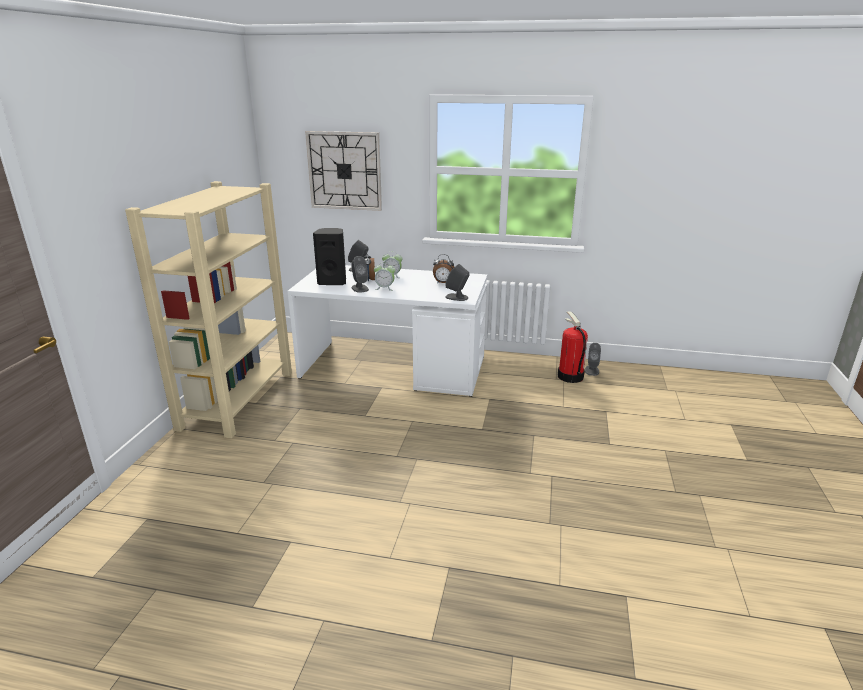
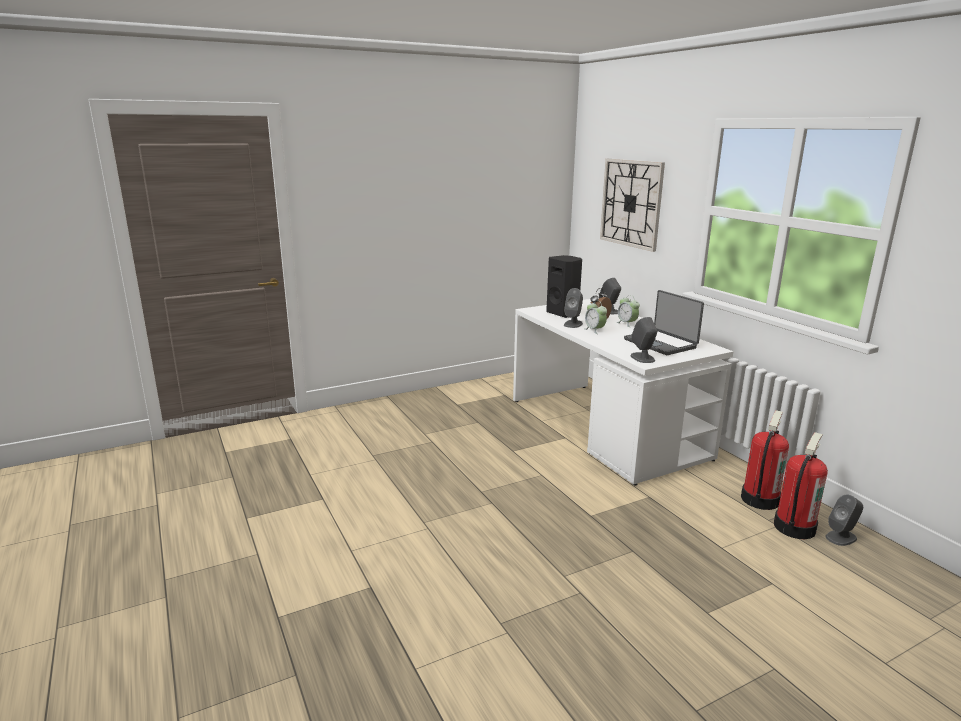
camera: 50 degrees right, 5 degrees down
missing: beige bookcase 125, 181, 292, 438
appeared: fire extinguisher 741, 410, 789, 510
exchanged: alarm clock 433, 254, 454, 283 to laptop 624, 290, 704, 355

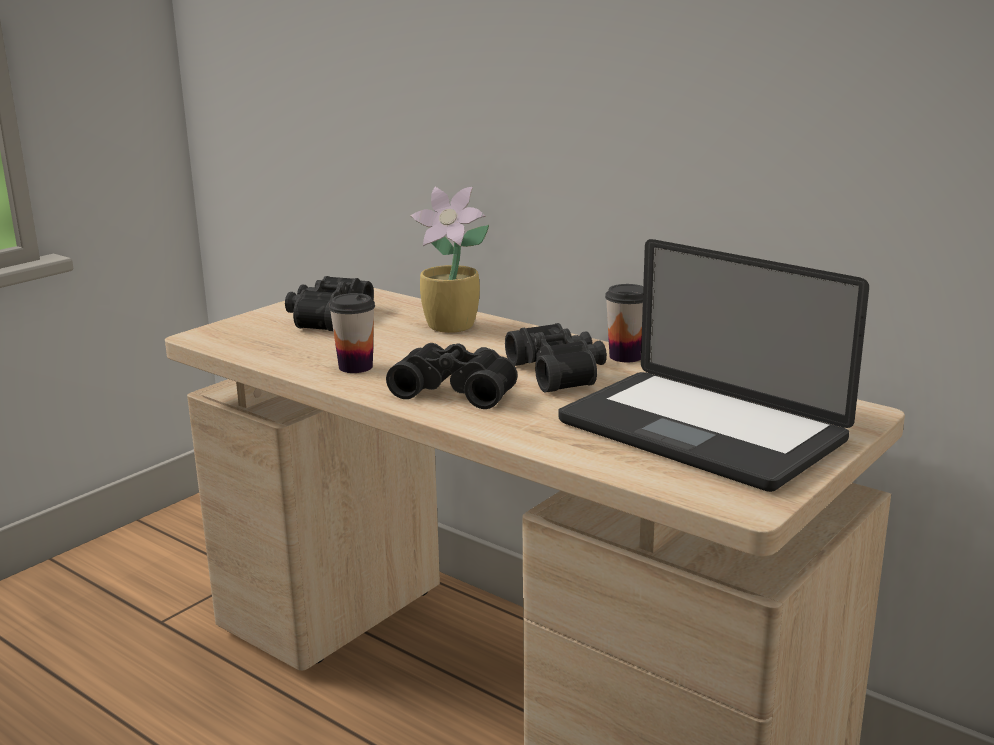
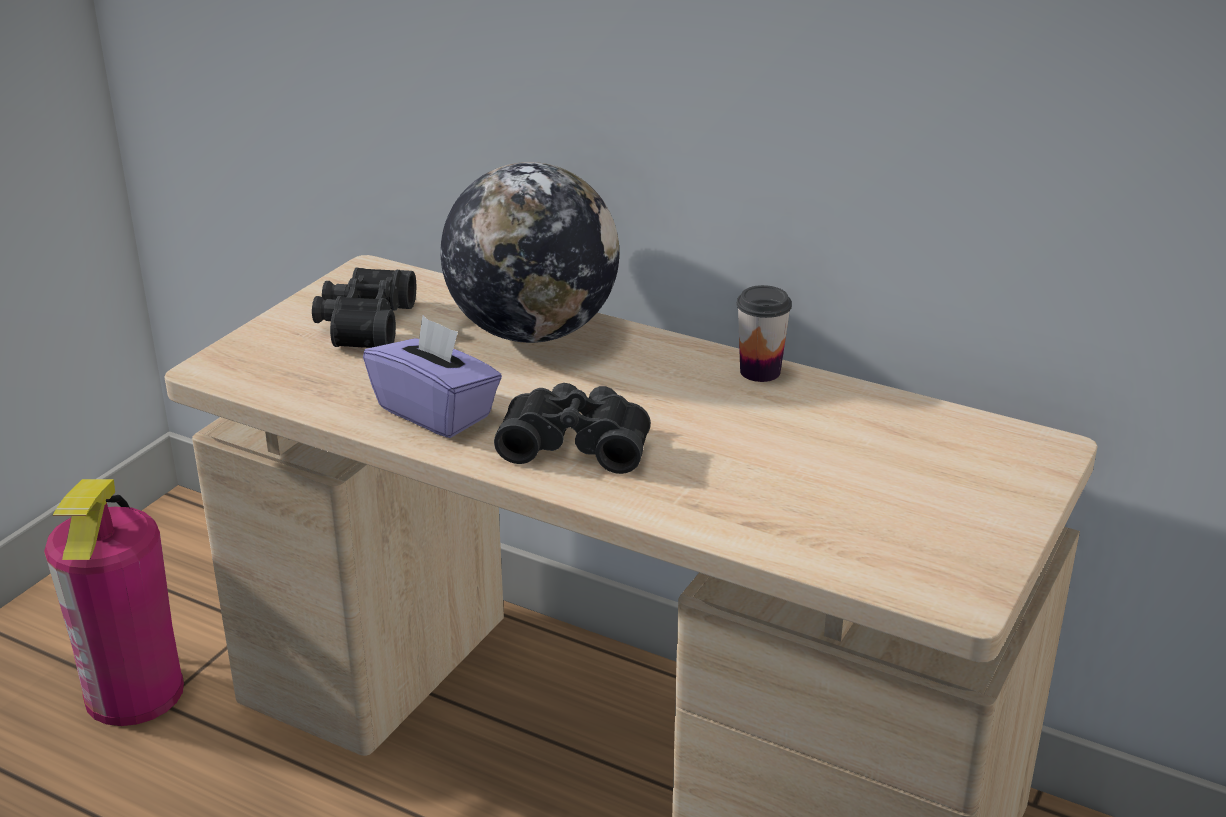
camera: 10 degrees left, 10 degrees up
missing: laptop 558, 239, 869, 492; black binoculars 505, 323, 607, 393
appeared: fire extinguisher 44, 479, 184, 726
exchanged: potted plant 411, 187, 489, 333 to globe 440, 162, 619, 343; cup 329, 293, 375, 373 to purple tissue box 363, 316, 502, 438

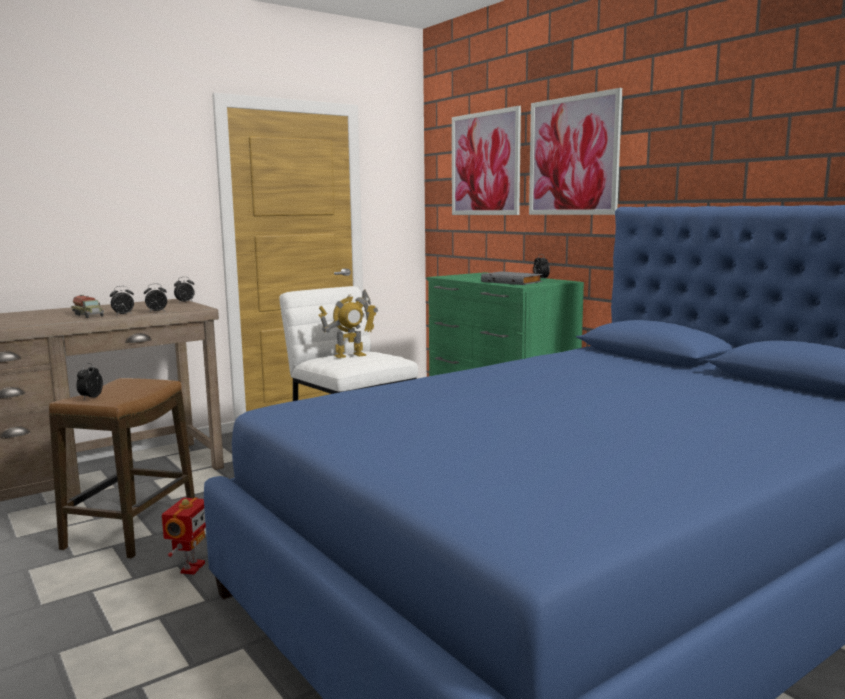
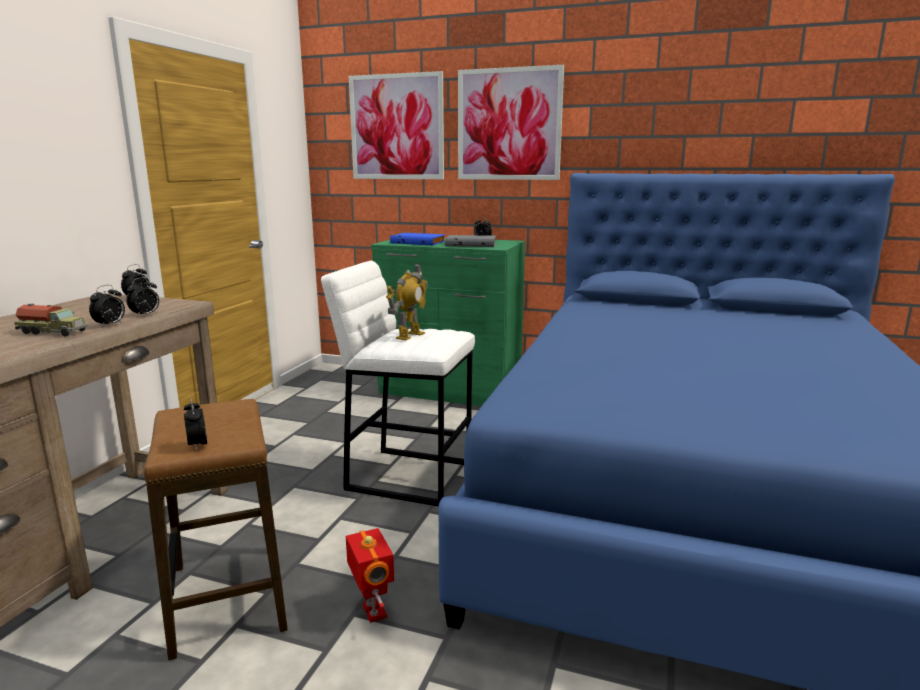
camera: 35 degrees left, 5 degrees up
appeared: blue book 390, 233, 446, 245

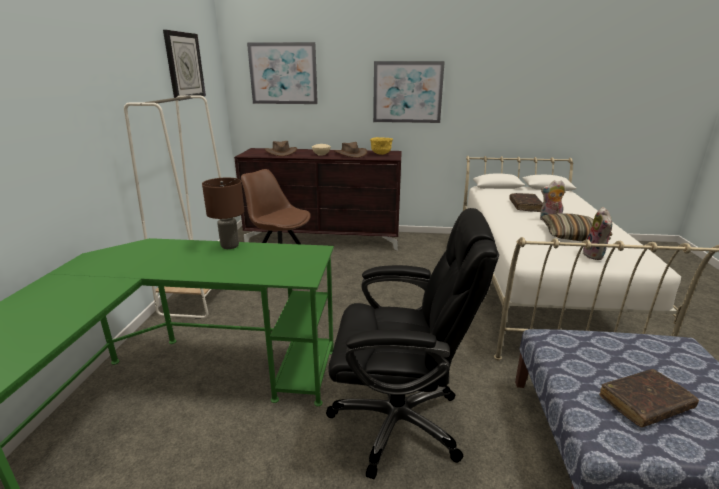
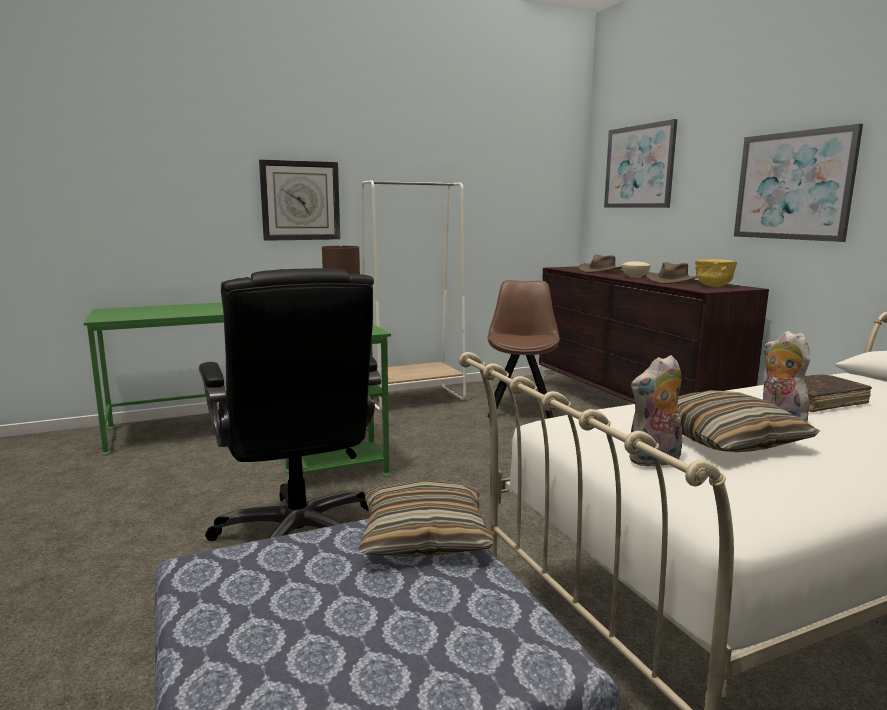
camera: 60 degrees right, 10 degrees down
missing: brown book 599, 369, 699, 427
appeared: pillow 359, 480, 495, 556
relocated: wall clock 163, 30, 206, 101 to 259, 159, 340, 241

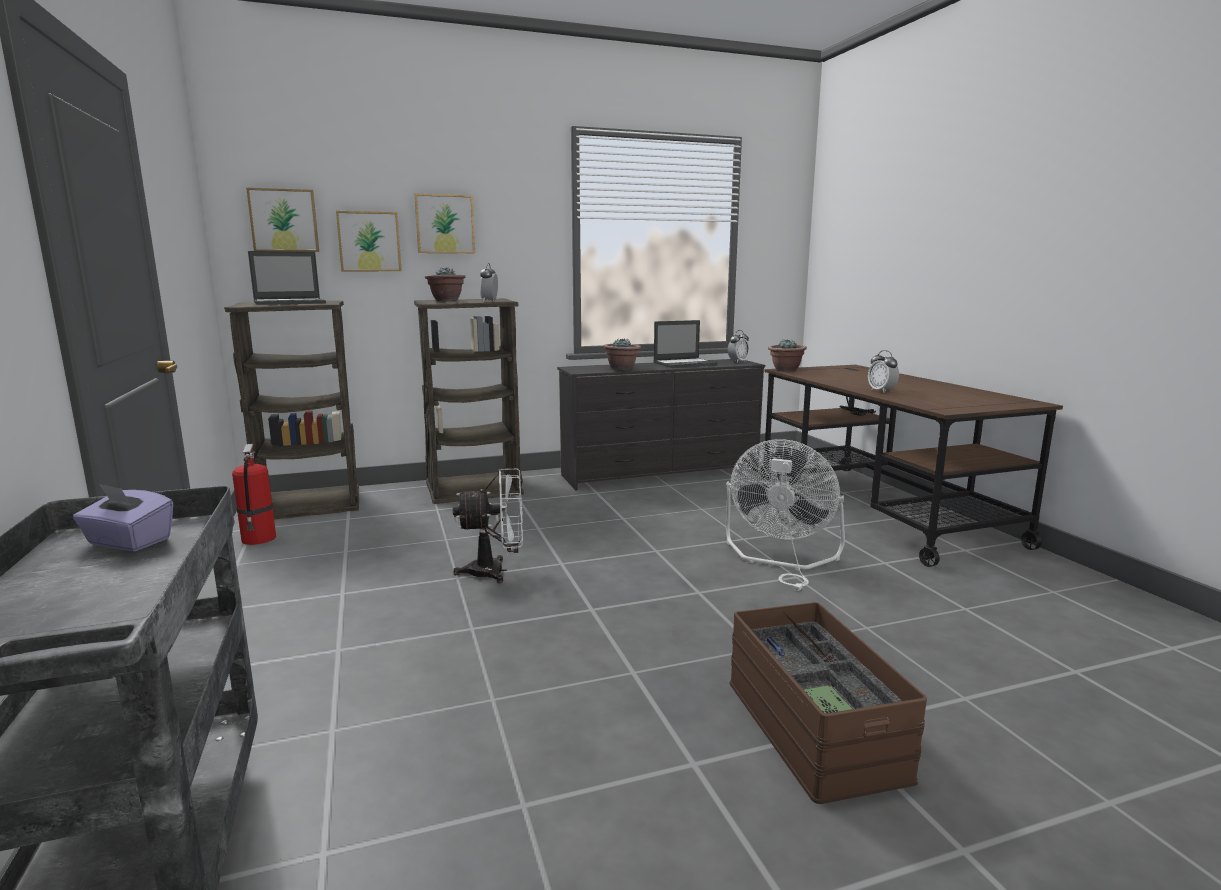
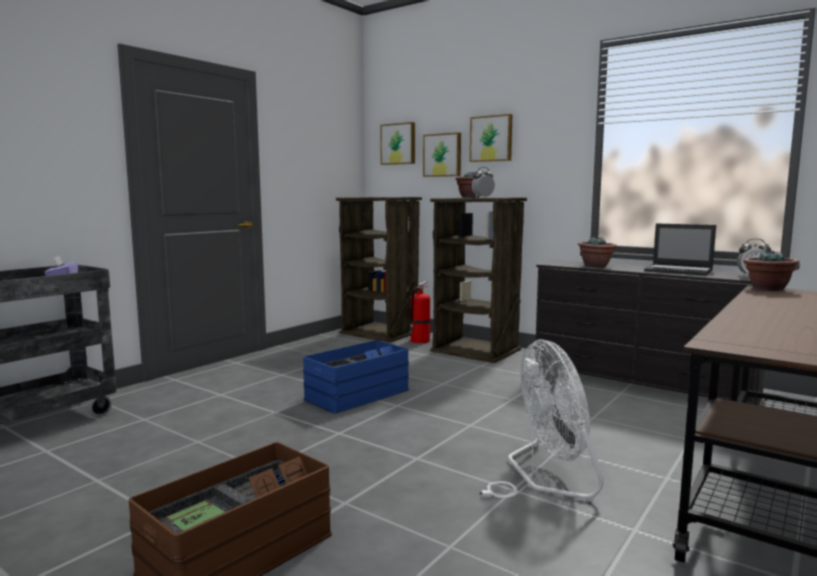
camera: 55 degrees right, 5 degrees down
missing: laptop 248, 251, 326, 305; alarm clock 868, 350, 899, 393
relocated: fire extinguisher 232, 444, 276, 545 to 409, 281, 430, 343
exchanged: white fan 453, 469, 523, 583 to blue storage box 303, 340, 409, 414

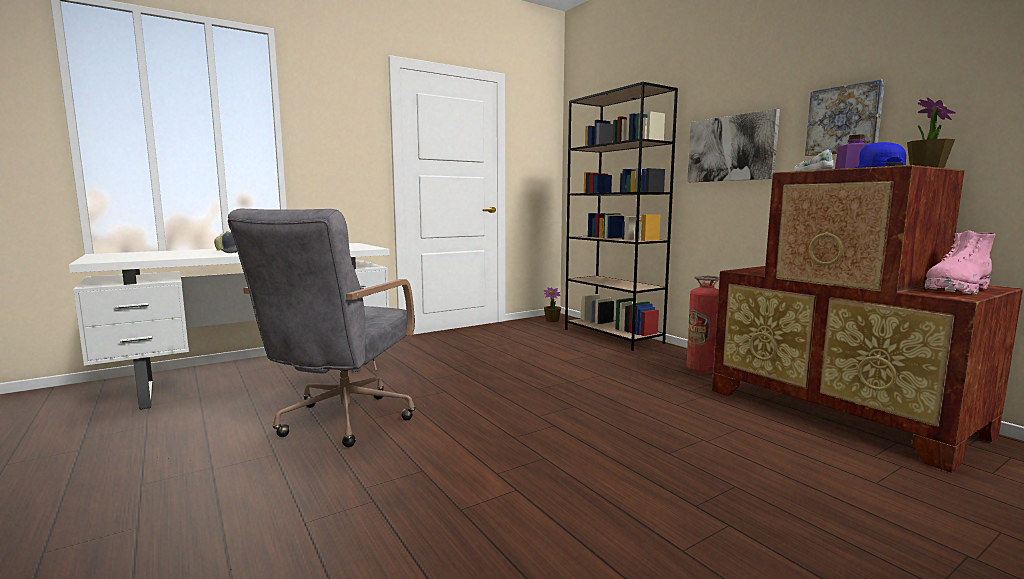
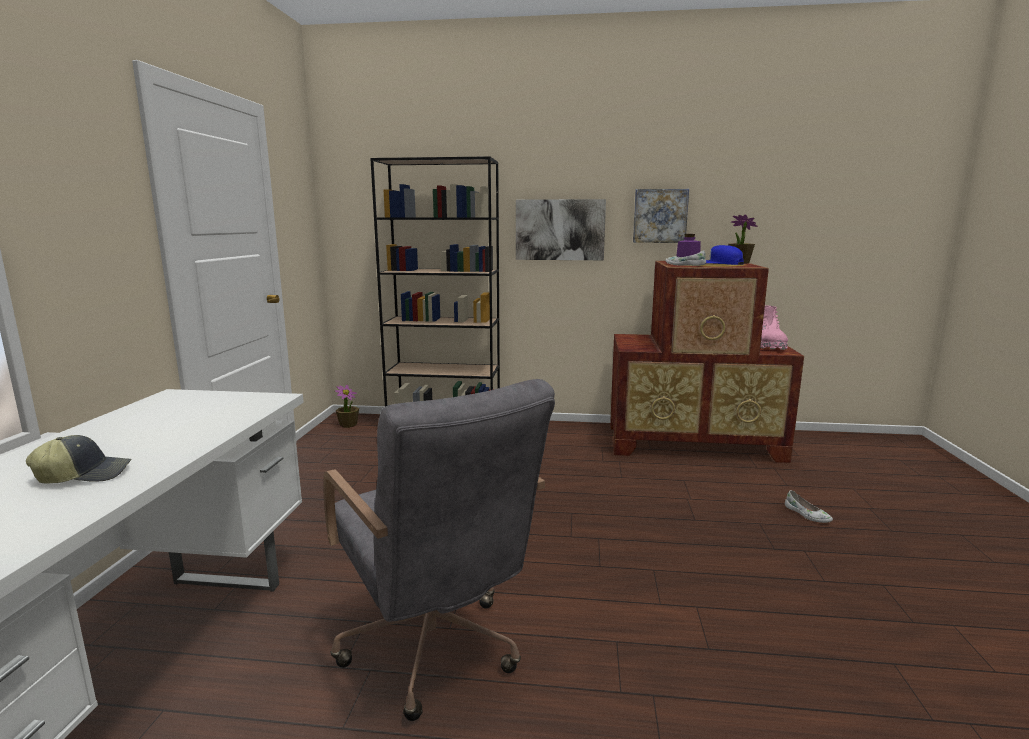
camera: 50 degrees left, 5 degrees up
missing: fire extinguisher 686, 275, 719, 373
appeared: white shoe 785, 490, 833, 523

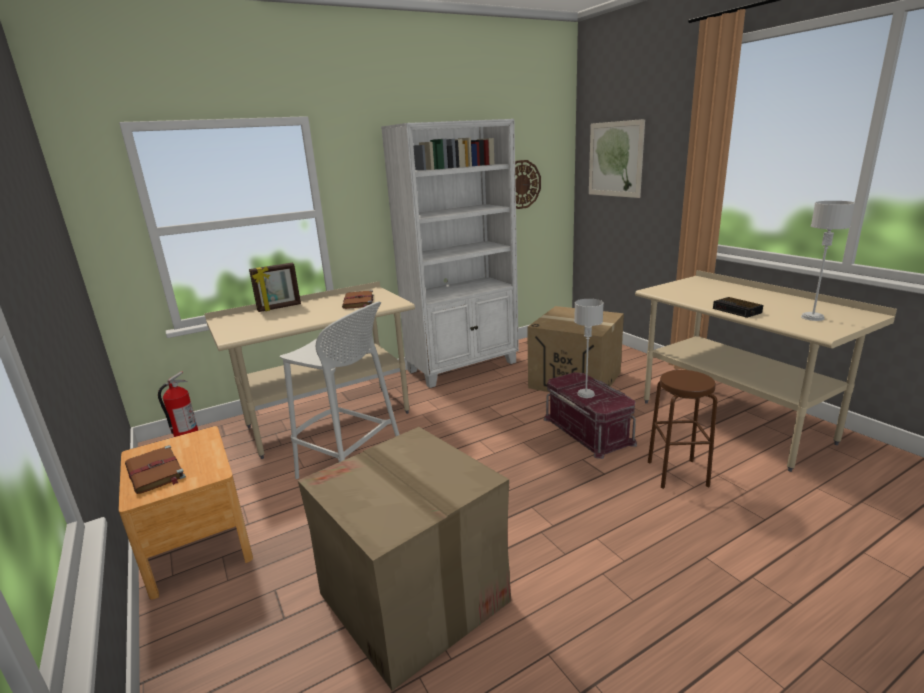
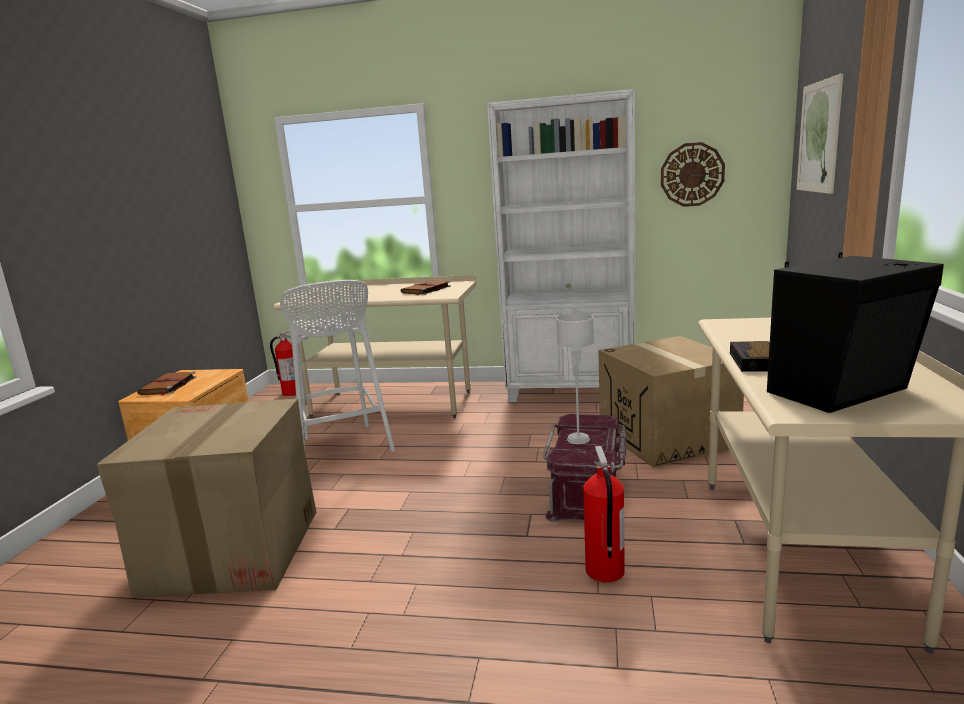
camera: 40 degrees right, 5 degrees down
missing: picture frame 249, 263, 301, 312
exchanged: grey table lamp 801, 201, 855, 321 to black speaker 767, 252, 944, 413; brown stool 648, 370, 717, 489 to fire extinguisher 583, 446, 625, 583

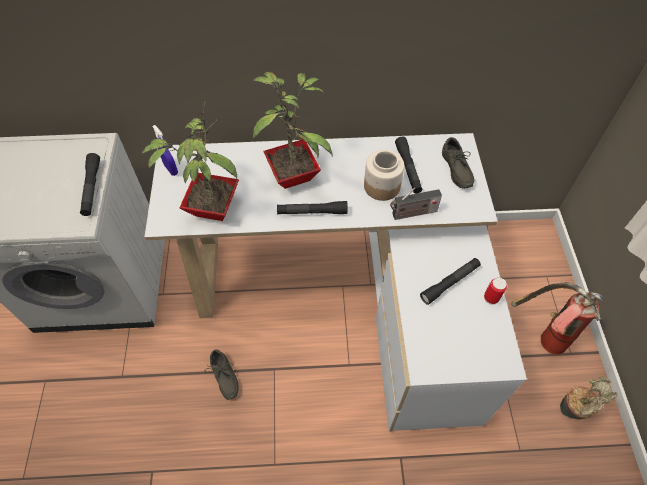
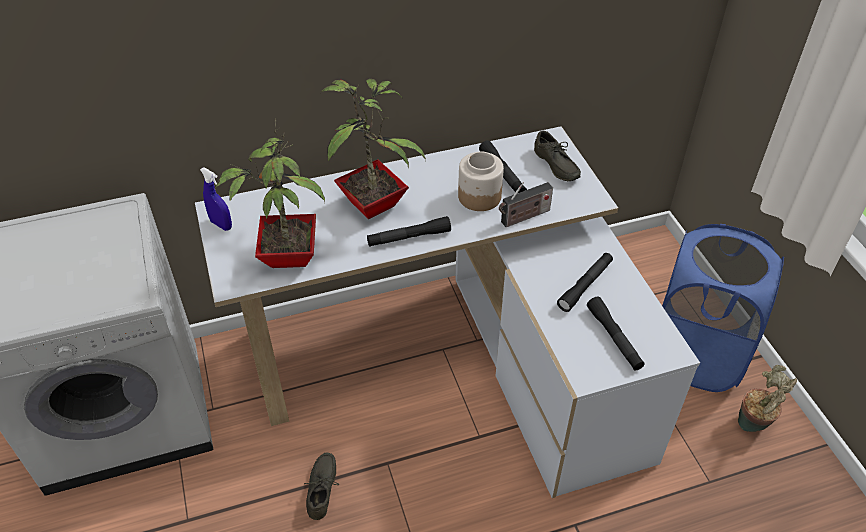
camera: 15 degrees left, 10 degrees down
missing: can 484, 277, 507, 305
relocated: black flashlight 80, 153, 100, 216 to 587, 296, 645, 371
exchanged: fire extinguisher 511, 282, 604, 355 to blue laundry basket 662, 224, 784, 392
spun: grey shoe 205, 349, 239, 400 = 304, 453, 339, 520 135 degrees counterclockwise

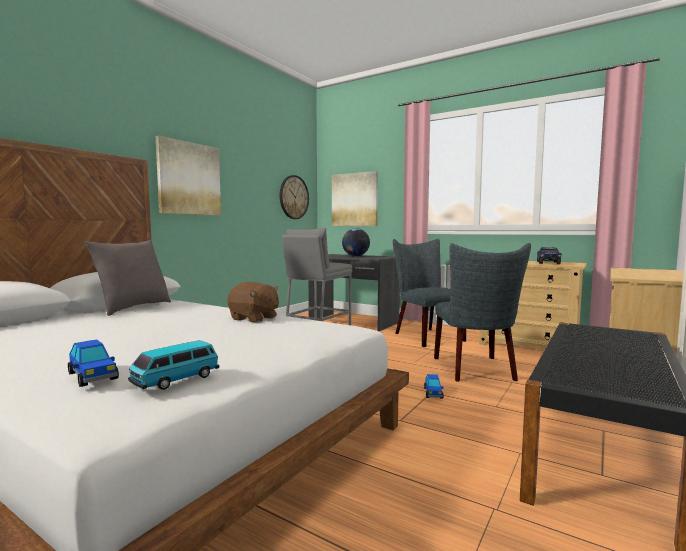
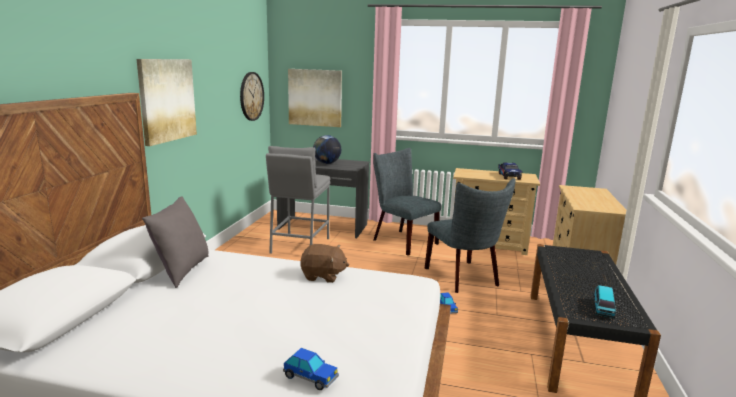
camera: 20 degrees left, 10 degrees up
relocated: toy car 128, 340, 219, 390 to 594, 285, 618, 318

